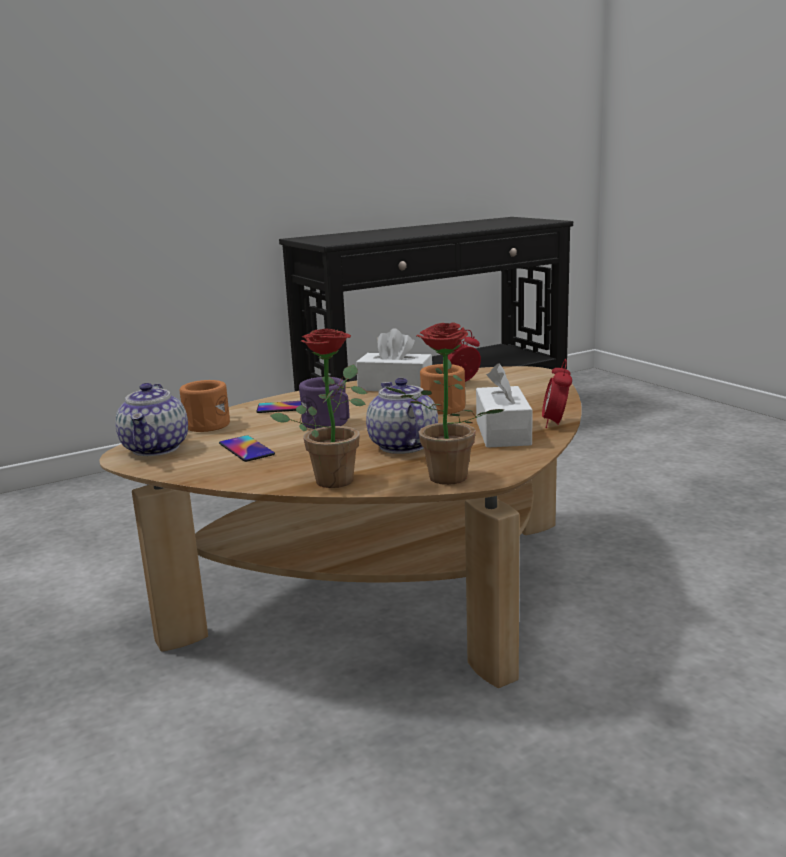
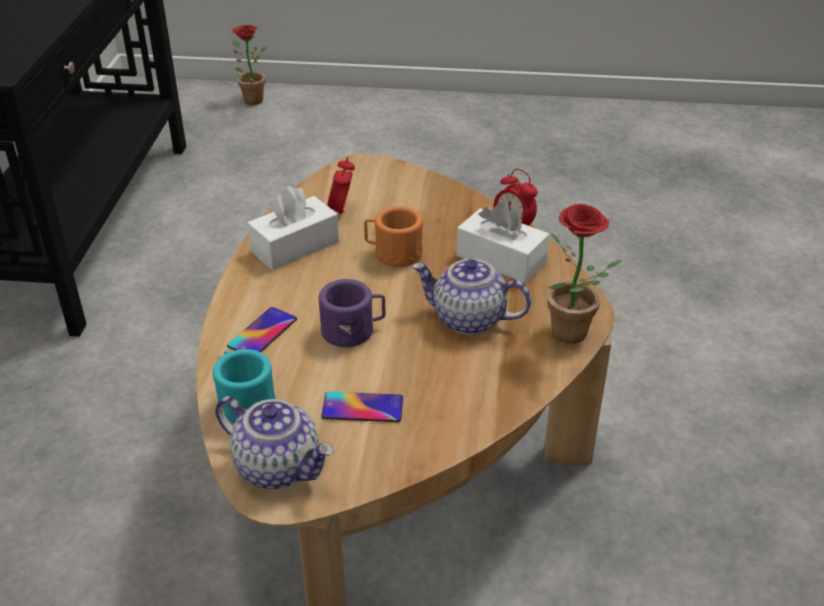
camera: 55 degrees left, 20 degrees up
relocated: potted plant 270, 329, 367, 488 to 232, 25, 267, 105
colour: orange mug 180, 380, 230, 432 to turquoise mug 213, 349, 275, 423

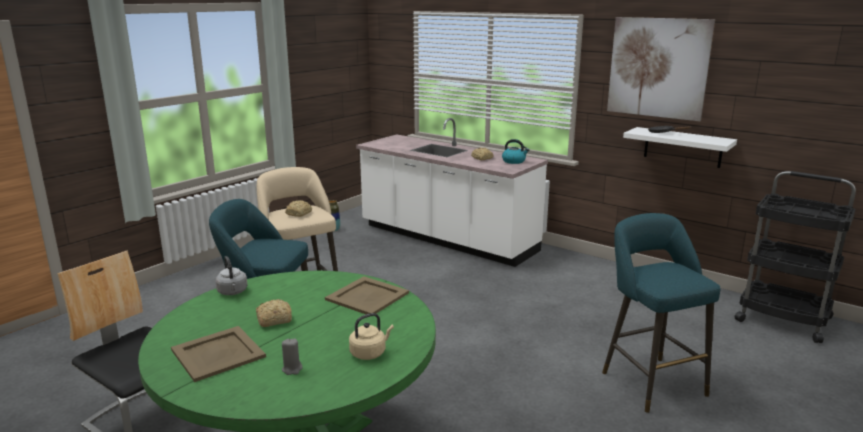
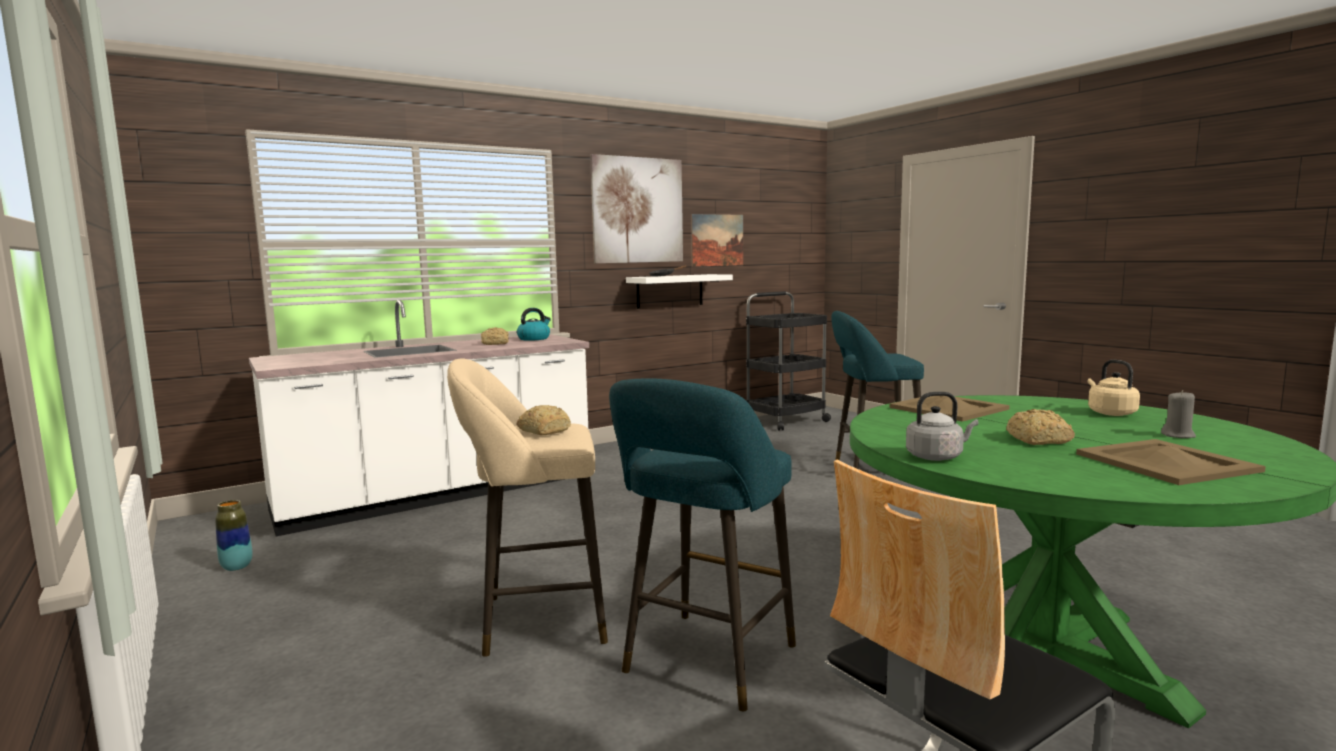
camera: 70 degrees left, 10 degrees down
appeared: picture 691, 214, 743, 267

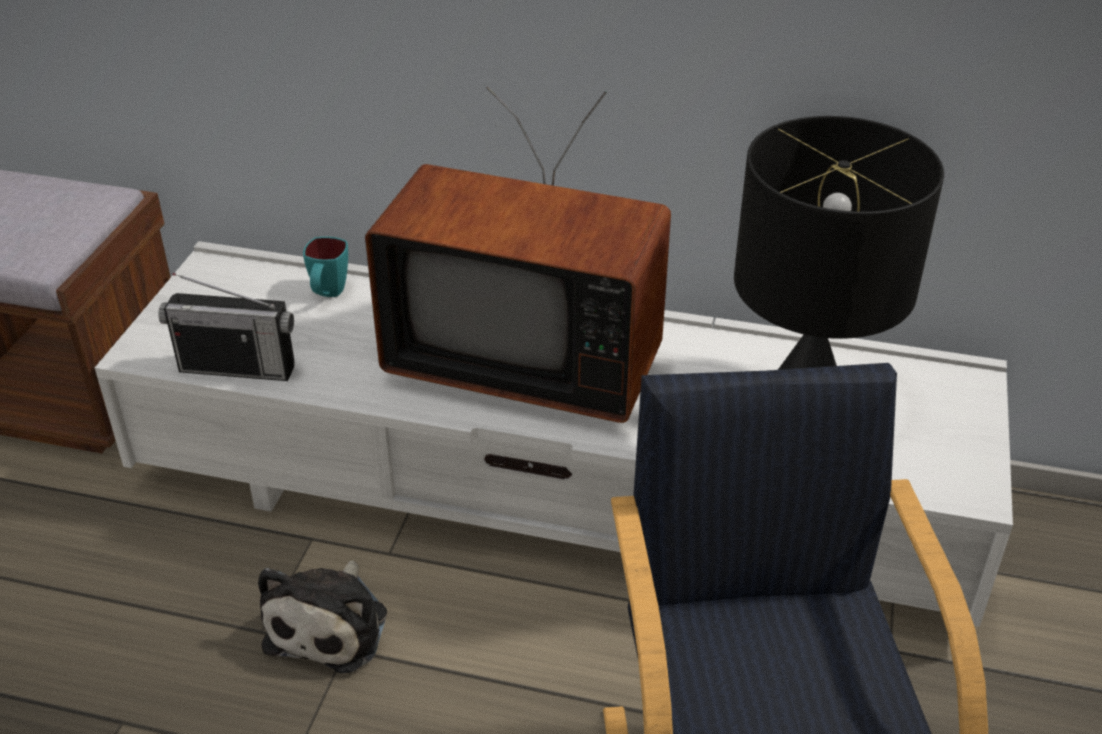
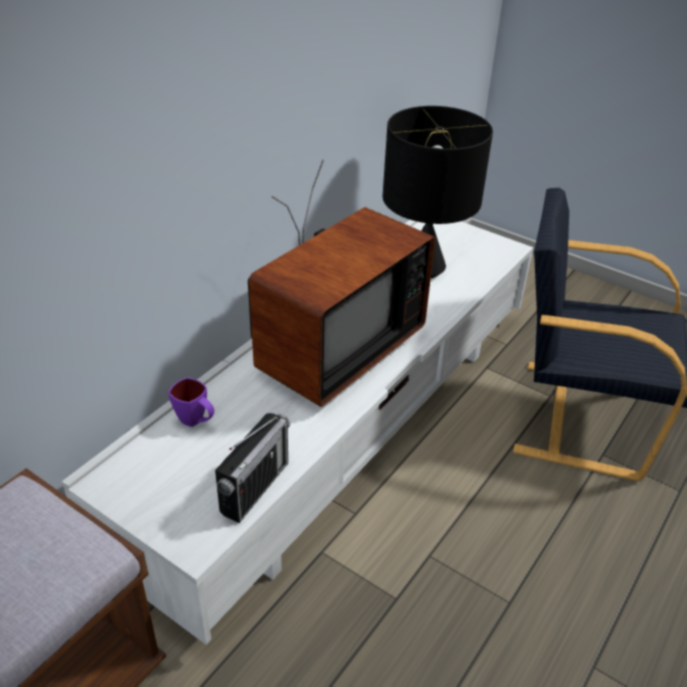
camera: 70 degrees left, 0 degrees up
missing: plush toy 258, 561, 387, 673
colour: turquoise mug 303, 237, 348, 297 to purple mug 168, 378, 214, 427

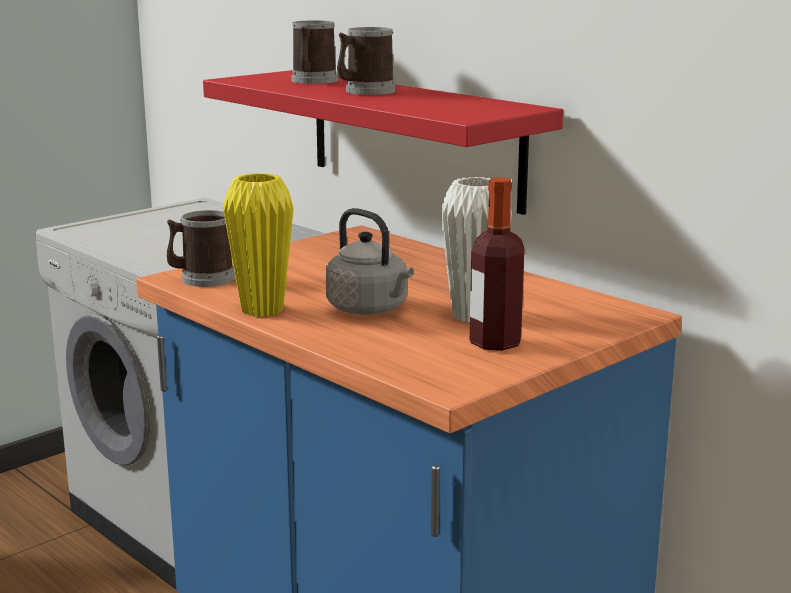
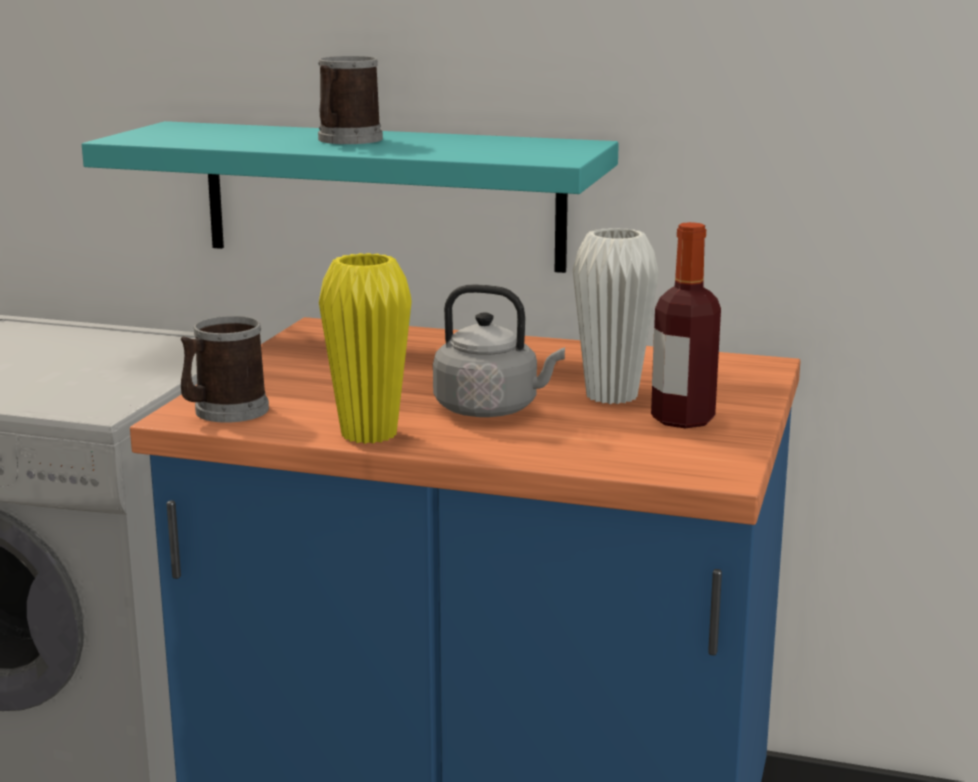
camera: 30 degrees left, 0 degrees up
missing: mug 291, 20, 338, 84
colour: red shelf 203, 70, 563, 215 to turquoise shelf 82, 121, 619, 273

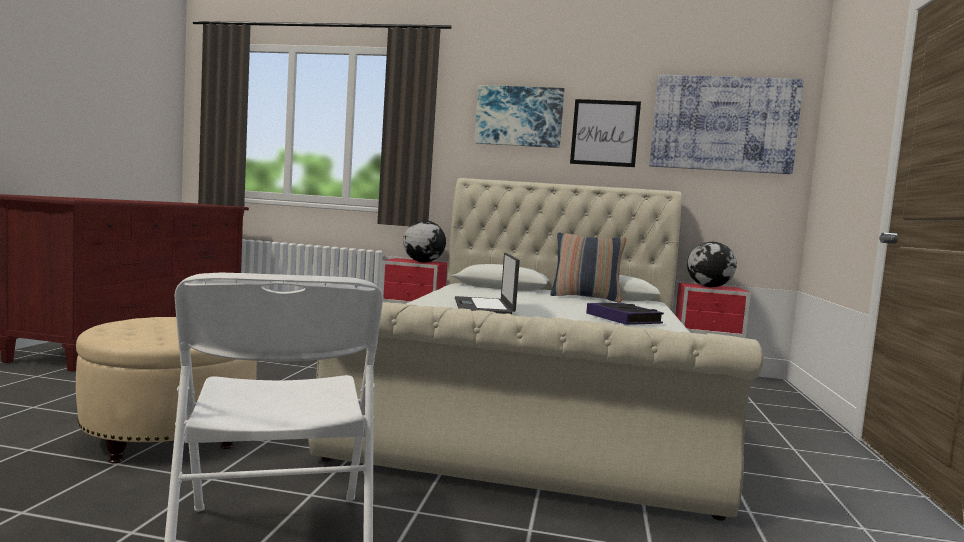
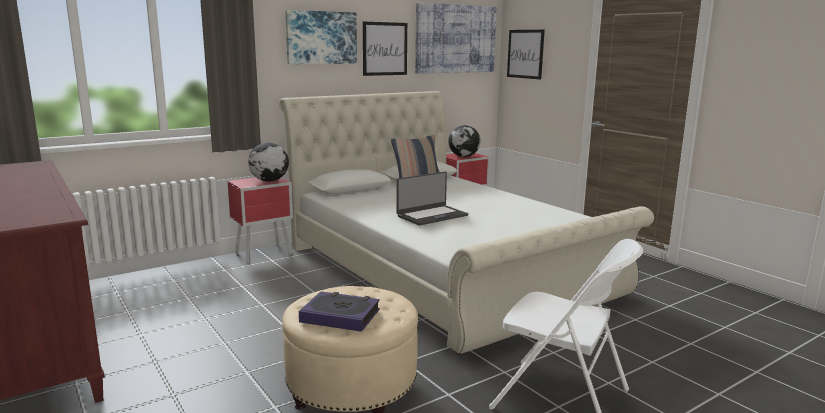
camera: 45 degrees left, 10 degrees up
appeared: picture 507, 30, 545, 79
relocated: book 586, 303, 664, 325 to 299, 291, 380, 332
spun: laptop 455, 253, 520, 314 = 396, 171, 468, 226 75 degrees counterclockwise

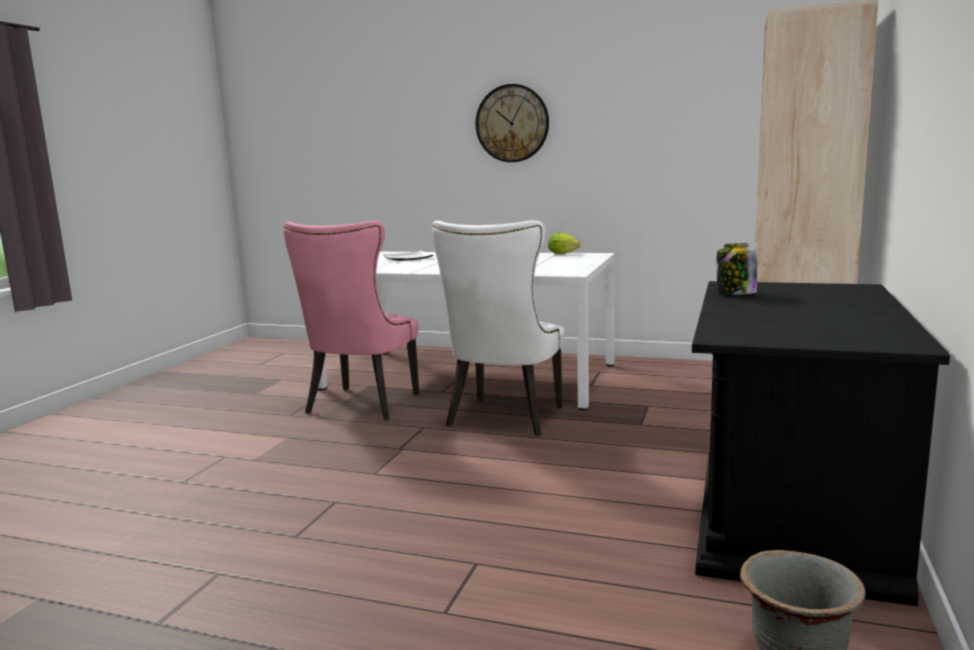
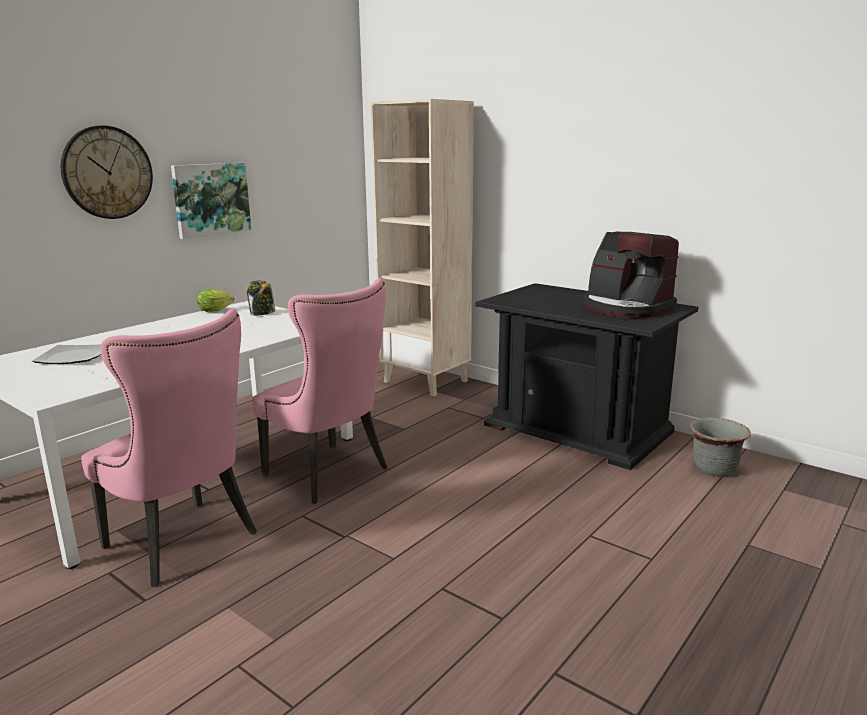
camera: 70 degrees left, 5 degrees up
appeared: picture 171, 163, 251, 239; coffee machine 583, 231, 679, 318
relocated: jar 717, 243, 757, 295 to 246, 280, 275, 316
colour: white chair 432, 220, 565, 437 to pink chair 252, 278, 387, 504

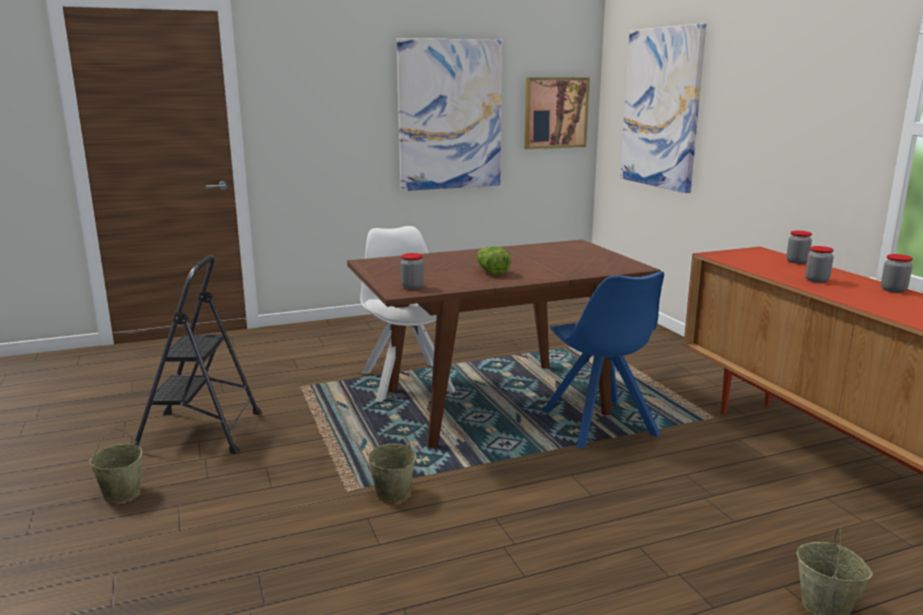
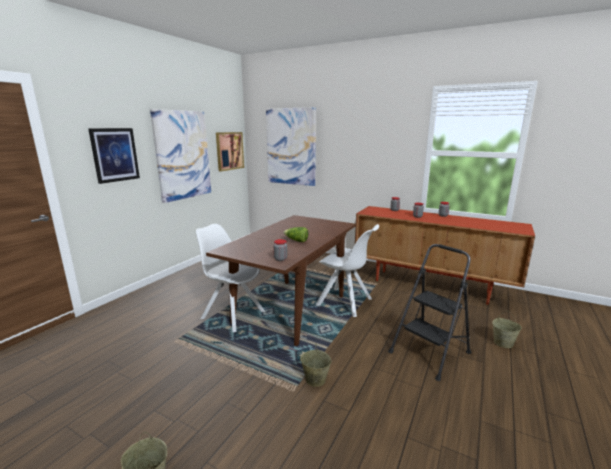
camera: 40 degrees left, 0 degrees up
appeared: picture 88, 128, 140, 184
relocated: black step ladder 134, 255, 262, 454 to 388, 244, 472, 381
colour: blue chair 542, 271, 664, 449 to white chair 316, 224, 379, 317

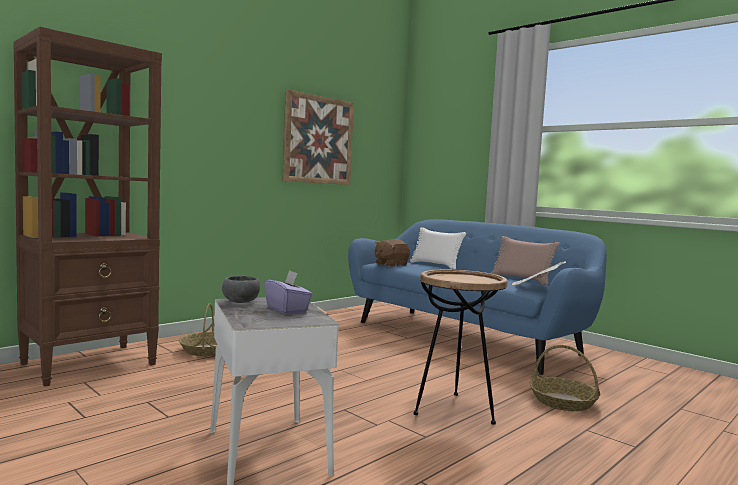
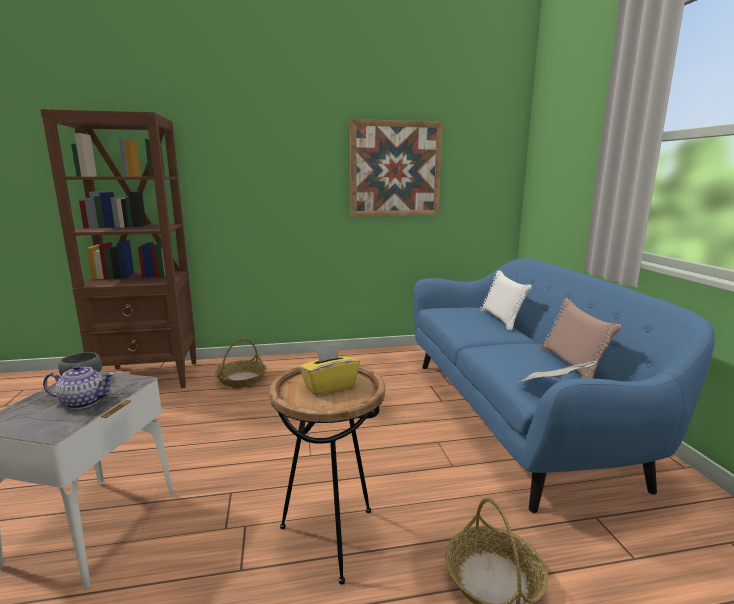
camera: 35 degrees right, 10 degrees up
missing: brown plush toy 375, 239, 410, 267
appeared: yellow tissue box 299, 344, 360, 395
exchanged: purple tissue box 264, 270, 313, 314 to teapot 43, 364, 115, 409

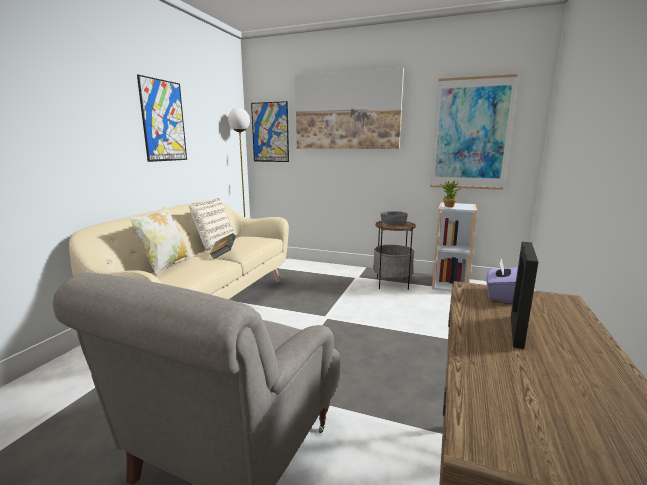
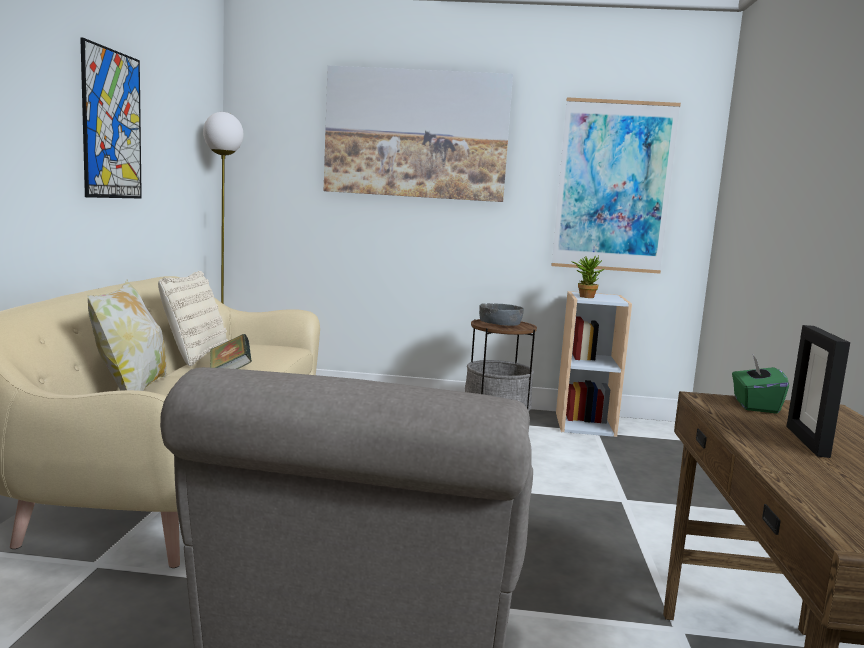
camera: 15 degrees left, 5 degrees down
missing: picture 251, 101, 289, 162
colour: purple tissue box 486, 258, 518, 303 to green tissue box 732, 355, 789, 414

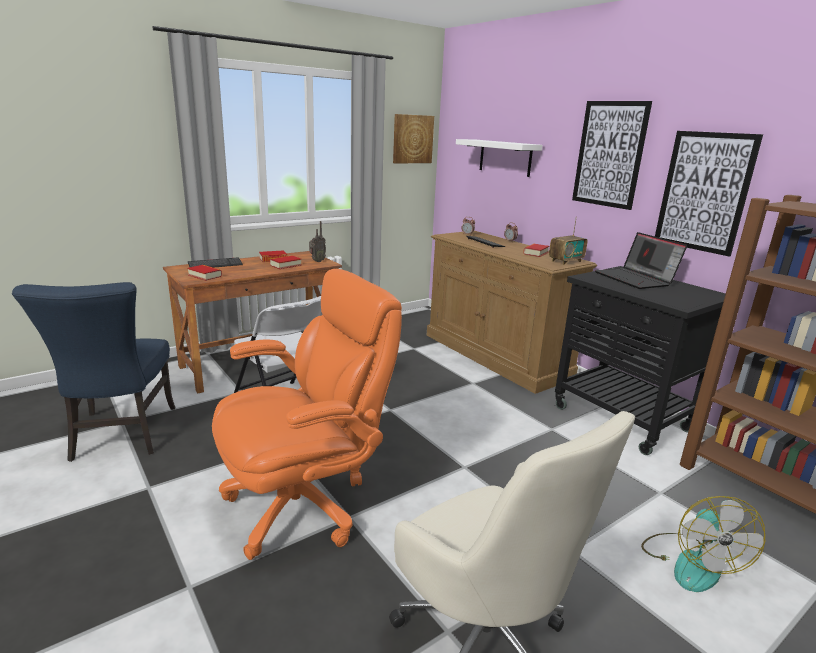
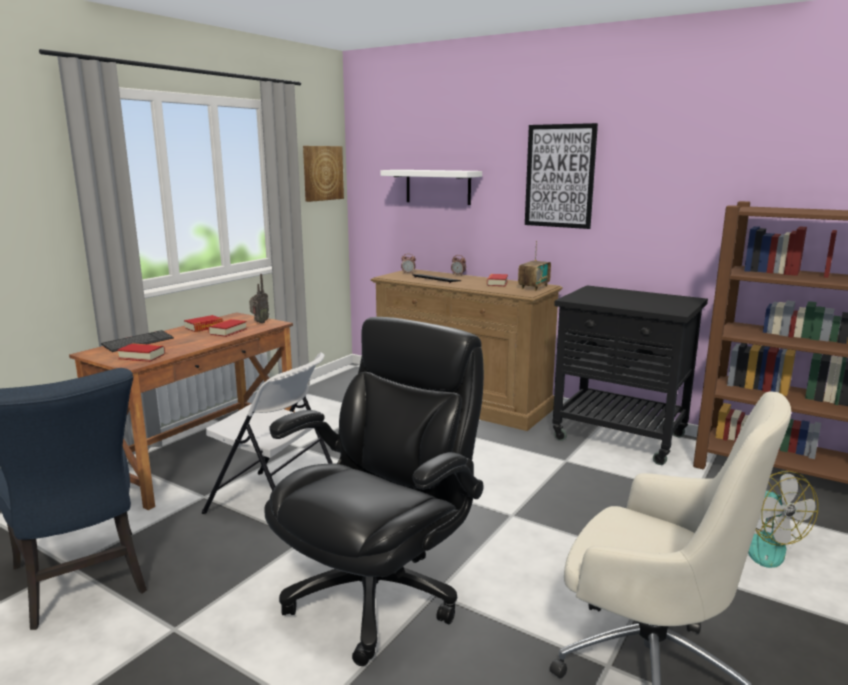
camera: 20 degrees left, 5 degrees down
missing: picture 655, 131, 763, 256; laptop 595, 232, 687, 289
colour: orange office chair 212, 269, 402, 560 to black office chair 265, 317, 484, 666

